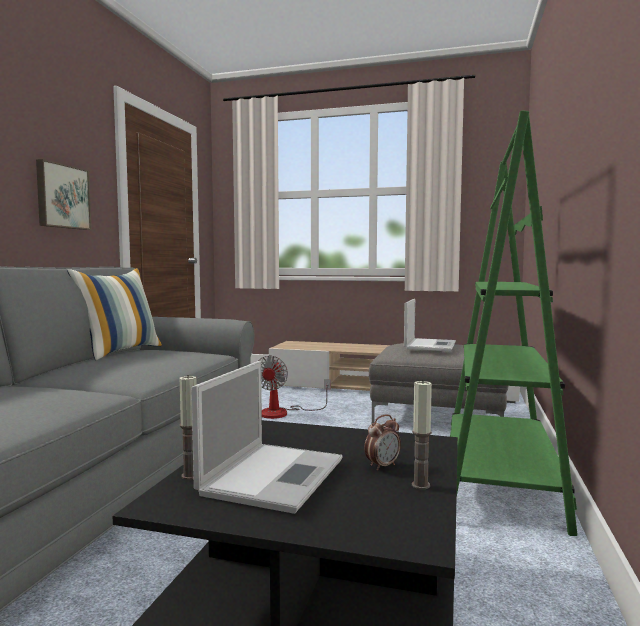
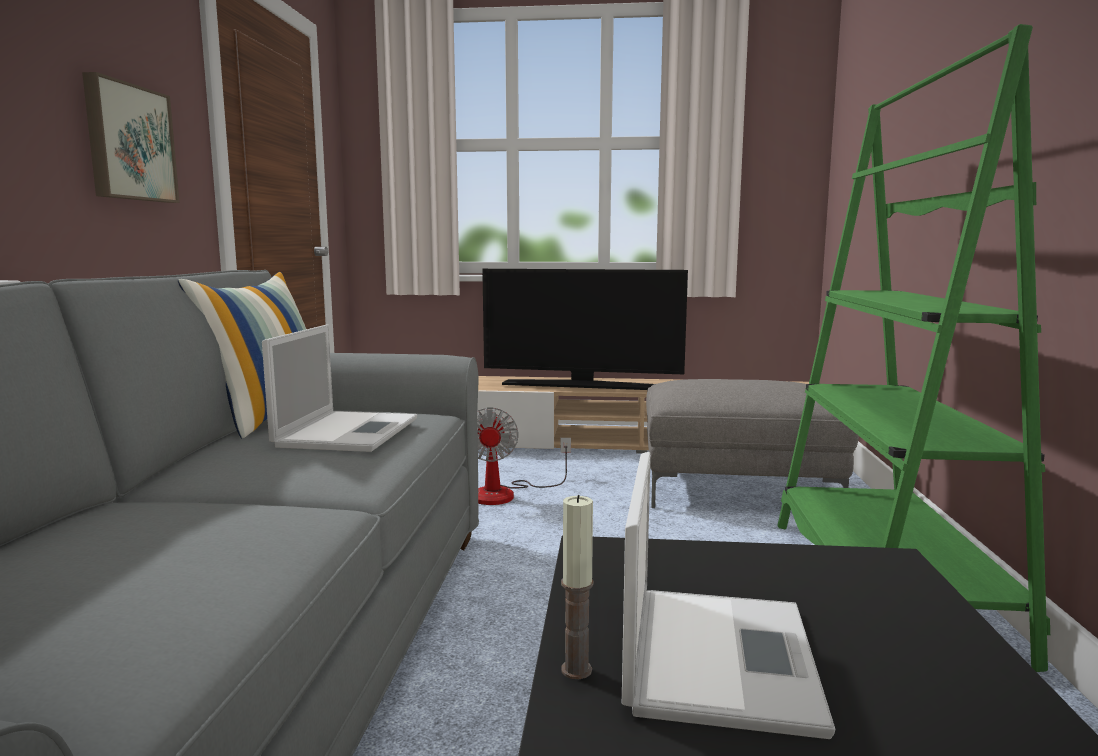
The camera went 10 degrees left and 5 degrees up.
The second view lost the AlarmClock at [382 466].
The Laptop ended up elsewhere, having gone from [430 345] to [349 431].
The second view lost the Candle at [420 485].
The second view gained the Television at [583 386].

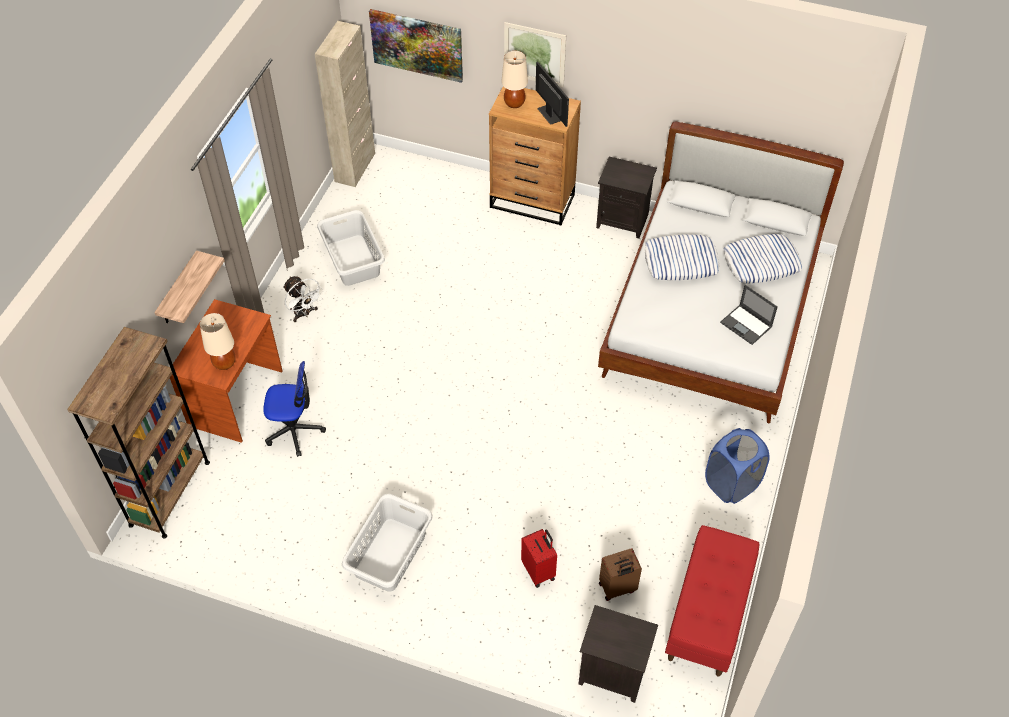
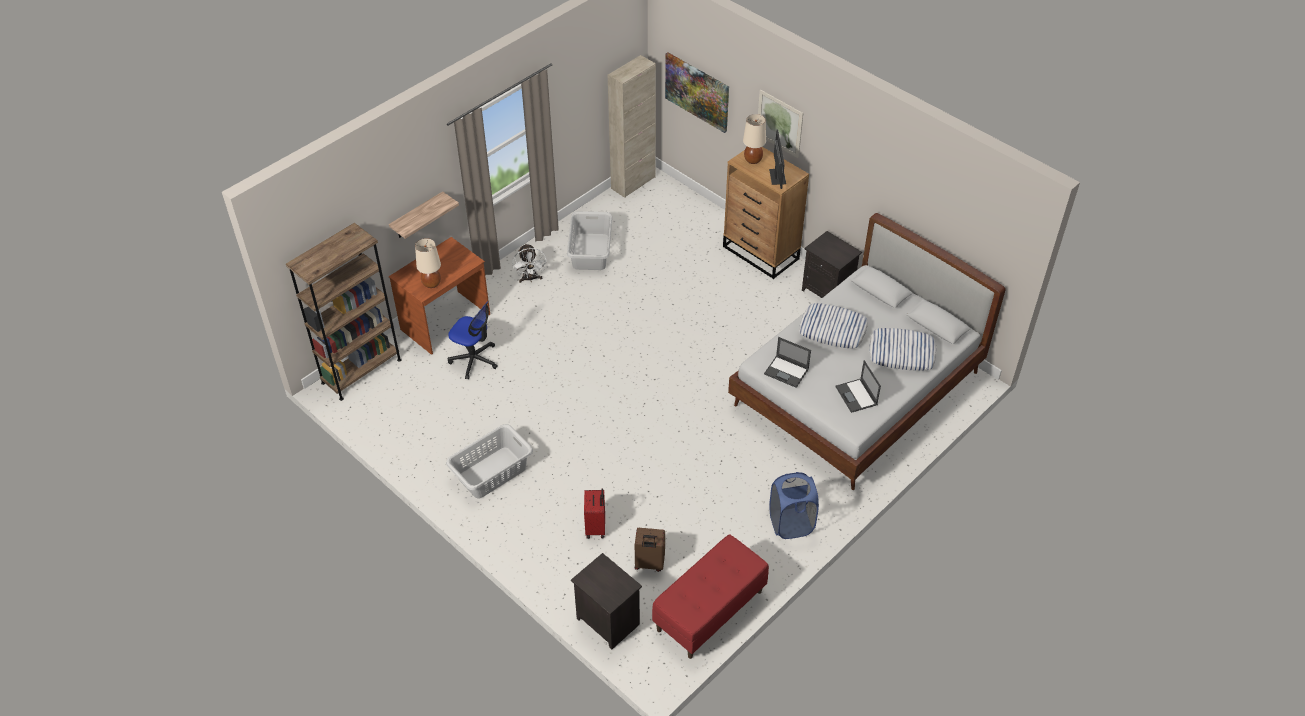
The camera went 25 degrees right and 5 degrees down.
The second view gained the Laptop at [787 371].

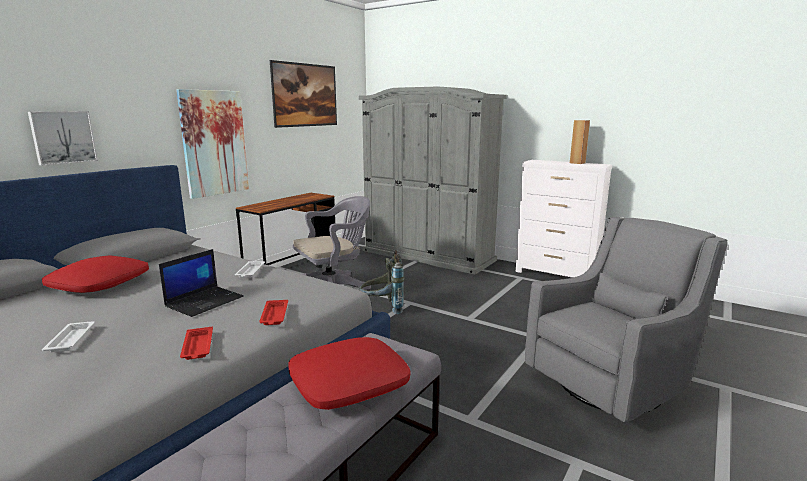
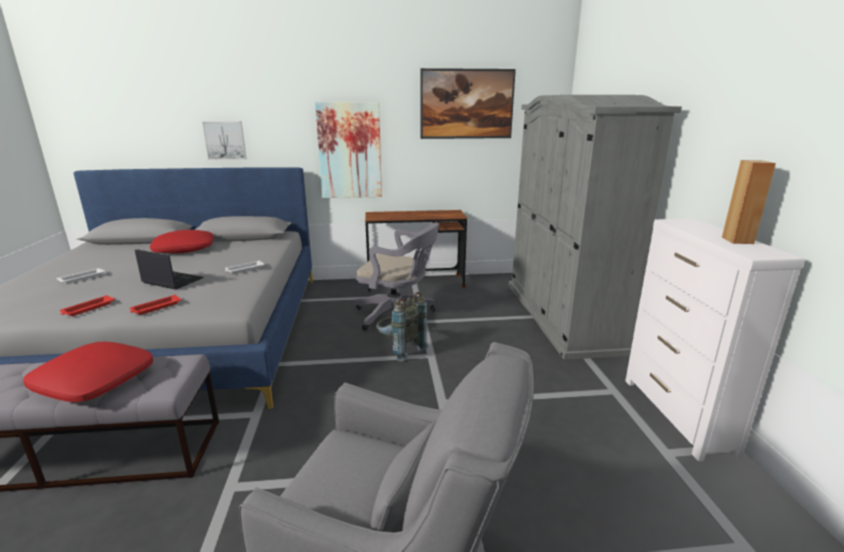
The camera went 50 degrees right and 5 degrees up.
The Laptop at [205 301] ended up facing another way, 150 degrees counterclockwise from before.

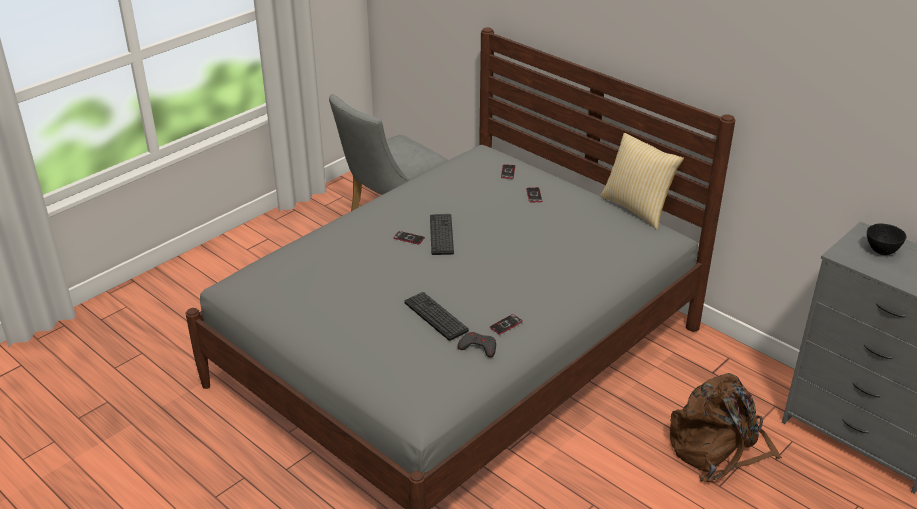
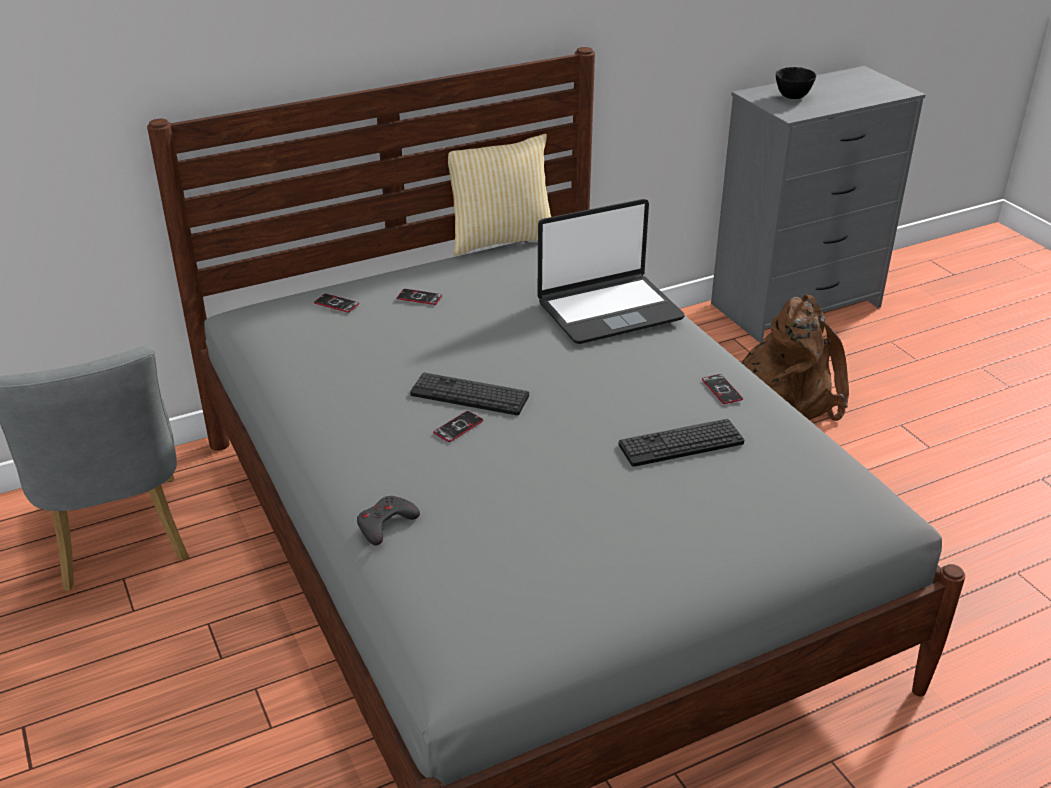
The camera went 70 degrees left and 0 degrees up.
The GreyGameController ended up elsewhere, having gone from [478 347] to [385 524].
The second view gained the Laptop at [608 310].

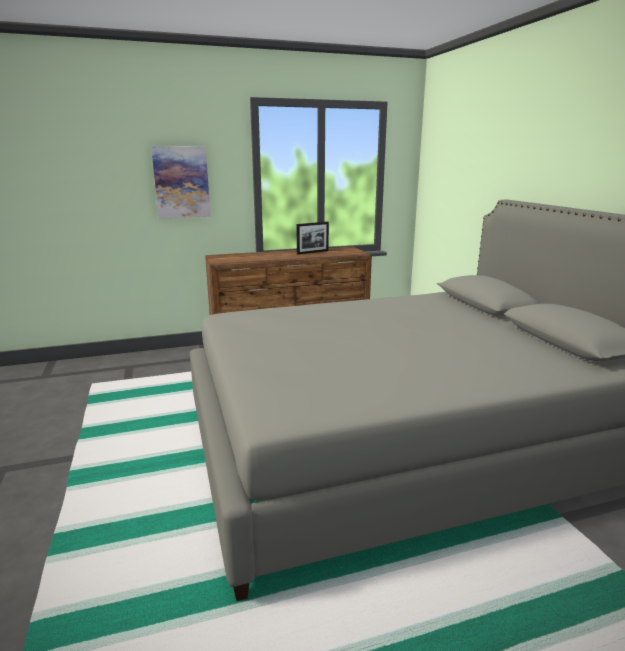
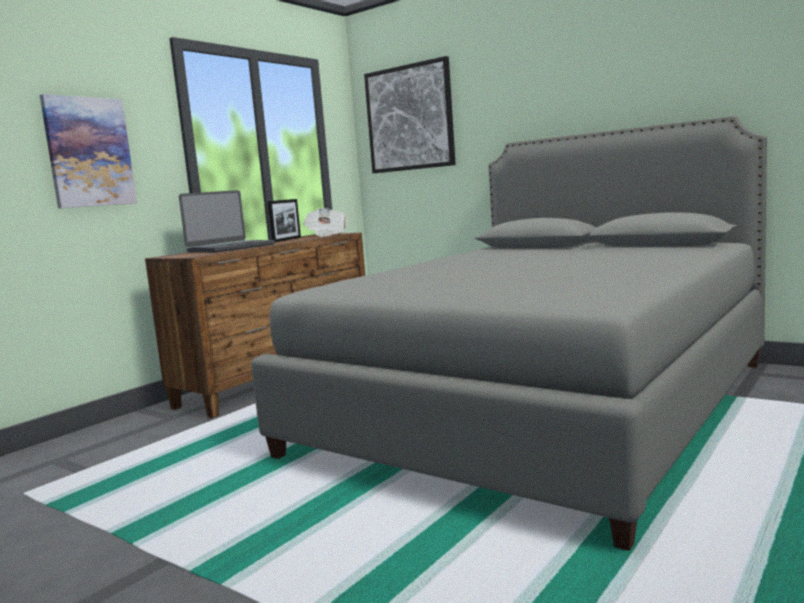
The camera went 35 degrees left and 10 degrees down.
The second view gained the Laptop at [230 248].
The second view gained the Newspaper at [326 235].
The second view gained the Picture at [409 118].

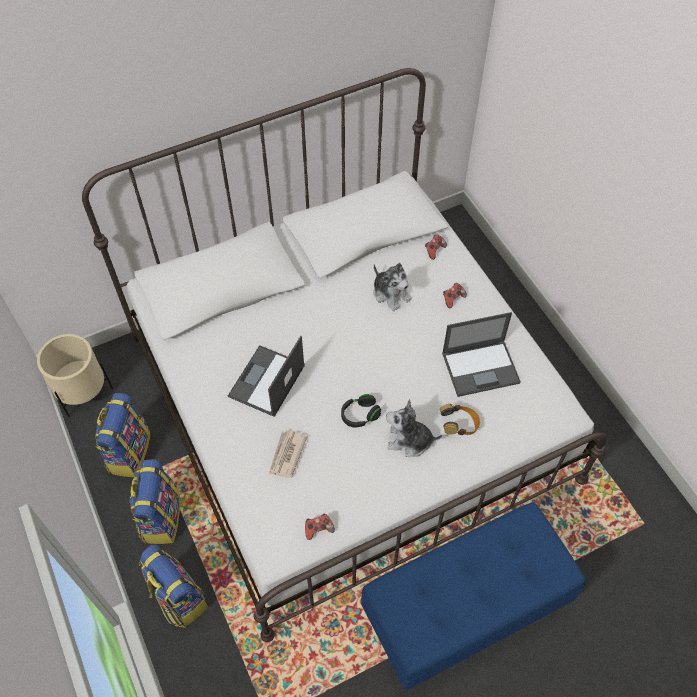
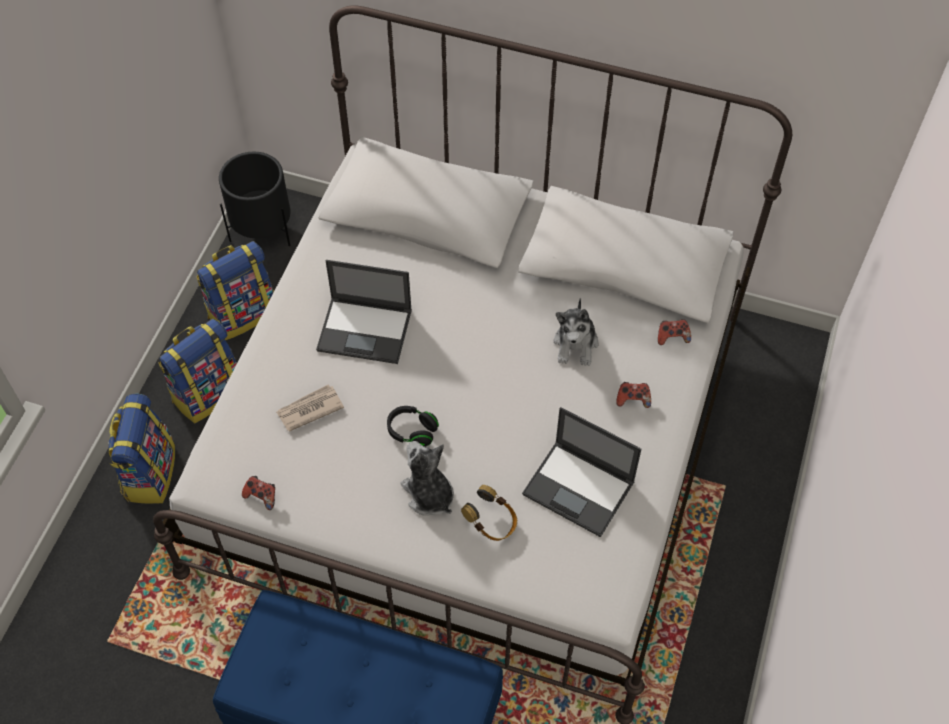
The camera went 45 degrees right and 0 degrees up.
What was the BeigePlanter at [83 392] turned into the BlackPlanter at [262 229].
The Laptop at [266 382] ended up facing another way, 150 degrees counterclockwise from before.

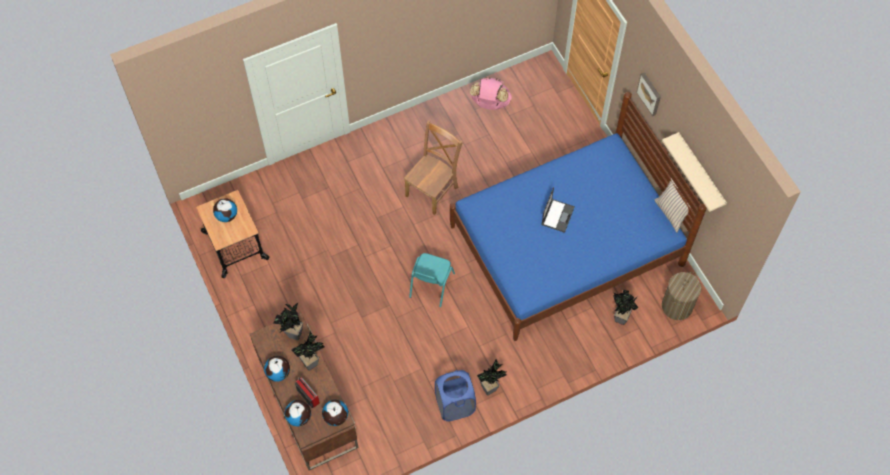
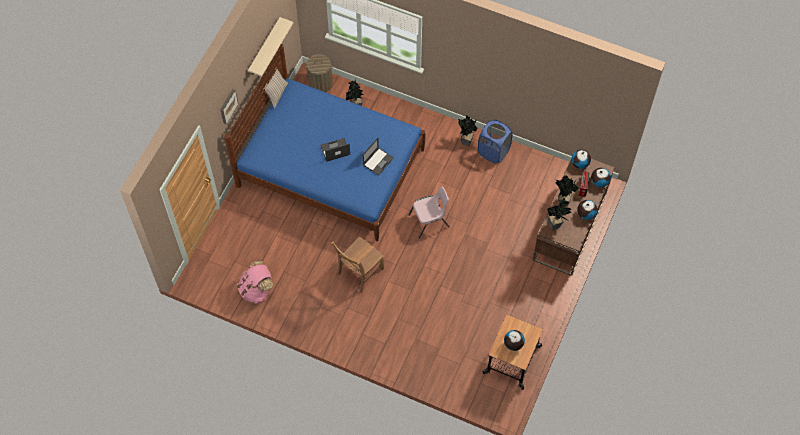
The camera went 130 degrees left and 0 degrees up.
The BrownChair at [433 190] ended up facing another way, 45 degrees counterclockwise from before.
What was the TurquoiseChair at [431 285] turned into the PinkChair at [429 221].
The second view gained the Laptop at [378 161].

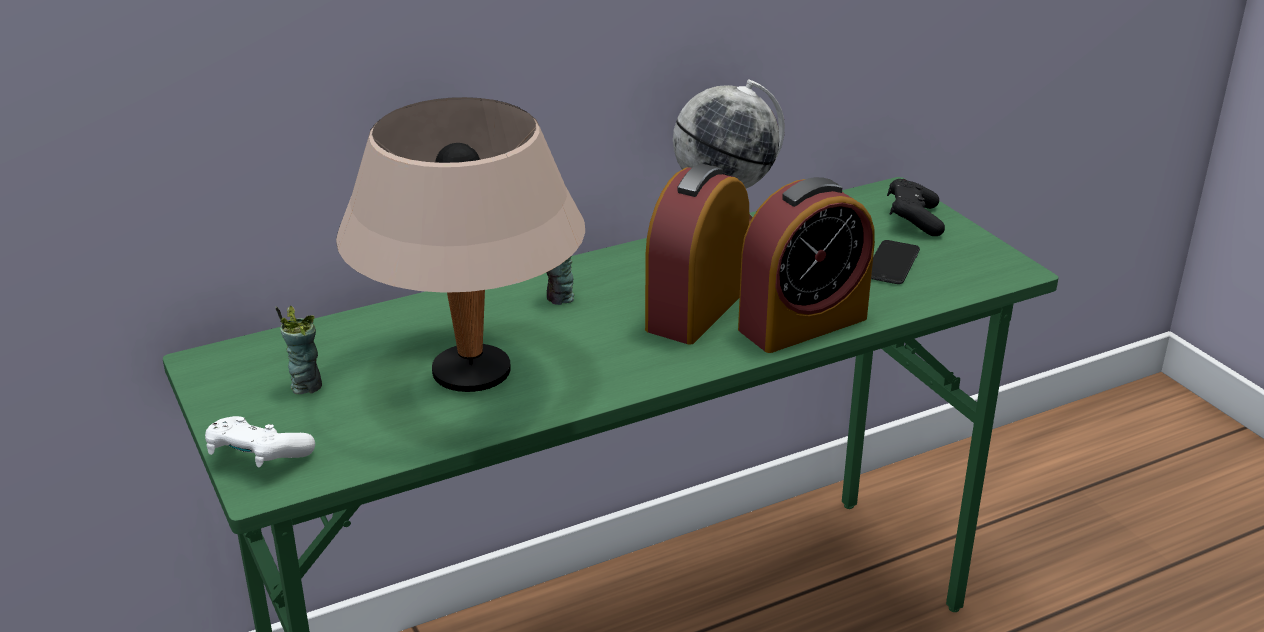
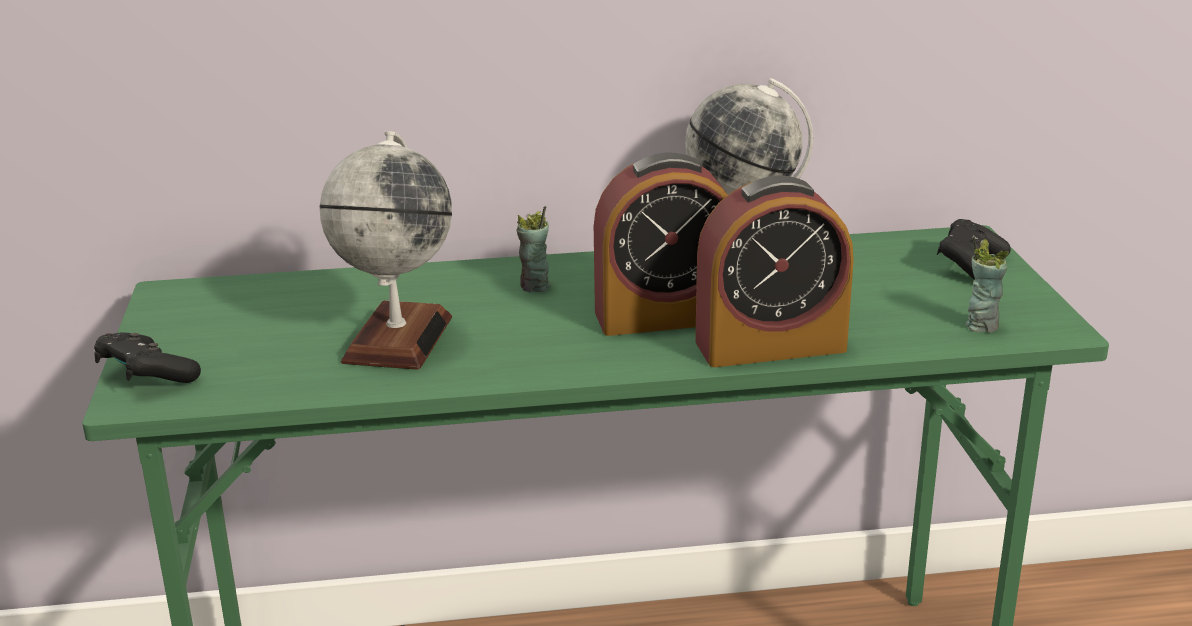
The camera went 20 degrees right and 5 degrees down.
What was the WhiteGameController at [258 458] turned into the BlackGameController at [146 377].
The Cup ended up elsewhere, having gone from [306 385] to [981 325].
Where the BeigeTableLamp stood at [473 374], the Globe came to stand at [398 339].
The AlarmClock at [696 309] ended up facing another way, 150 degrees counterclockwise from before.
The second view lost the Phone at [892 263].

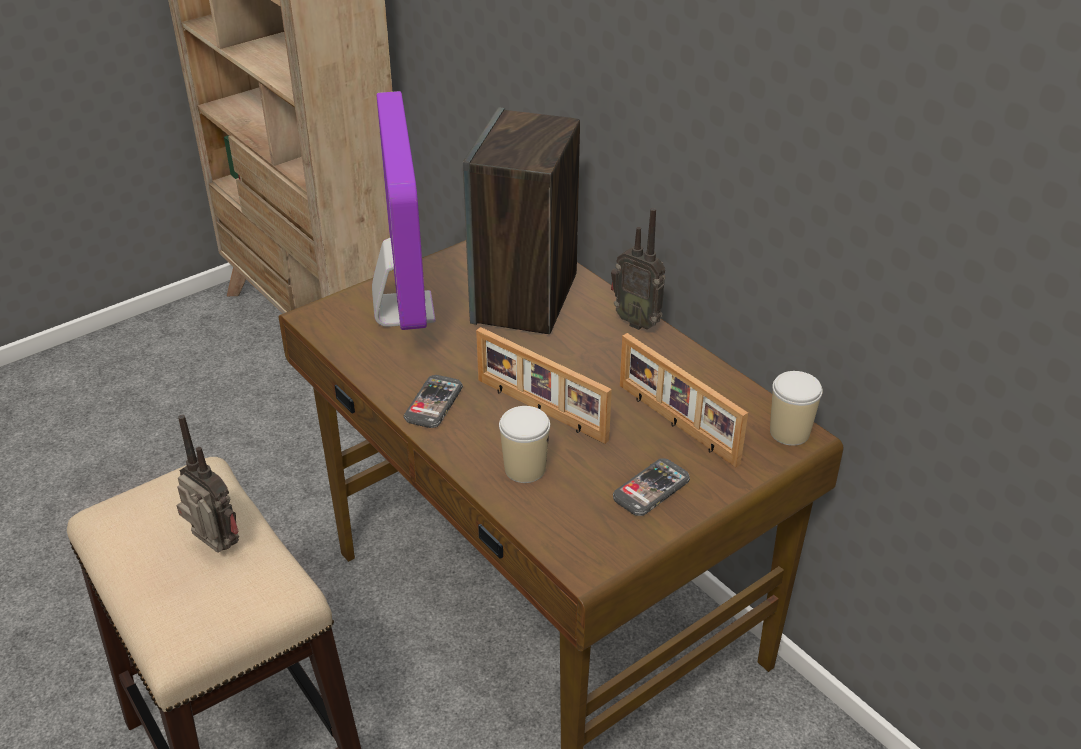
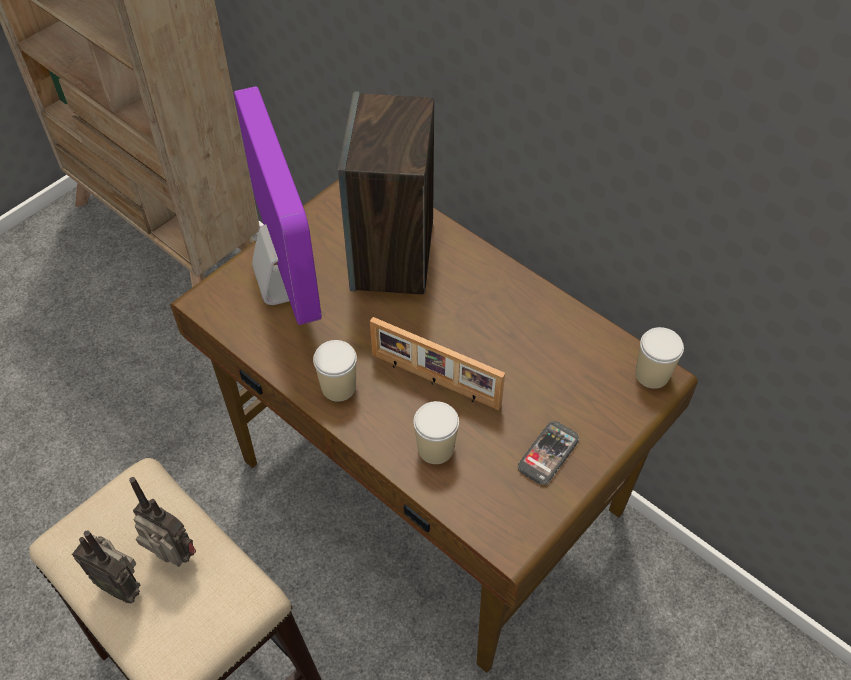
The camera went 10 degrees left and 15 degrees up.
Where the Phone stood at [433 403], the Cup came to stand at [338 387].
The Radio ended up elsewhere, having gone from [637 321] to [121 585].
The second view lost the PictureFrame at [675 424].

